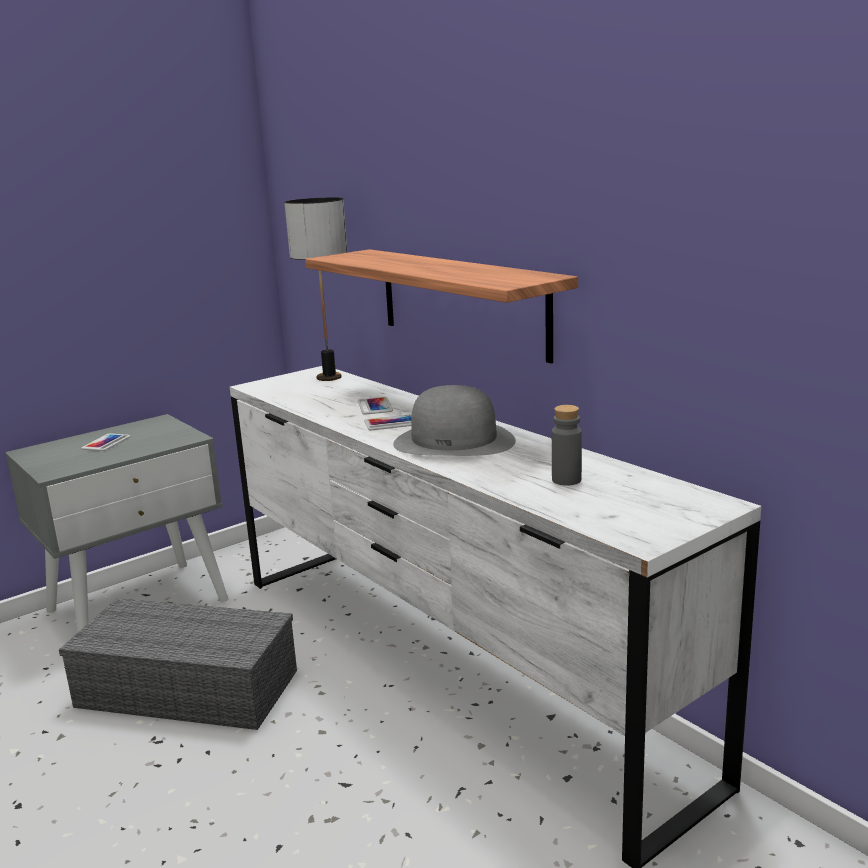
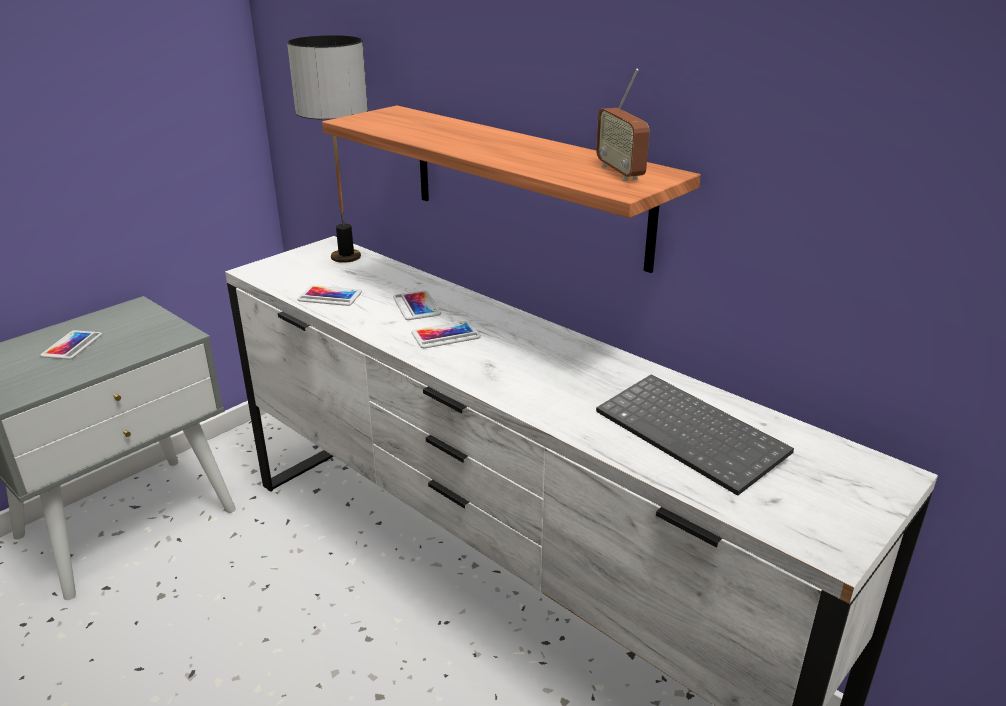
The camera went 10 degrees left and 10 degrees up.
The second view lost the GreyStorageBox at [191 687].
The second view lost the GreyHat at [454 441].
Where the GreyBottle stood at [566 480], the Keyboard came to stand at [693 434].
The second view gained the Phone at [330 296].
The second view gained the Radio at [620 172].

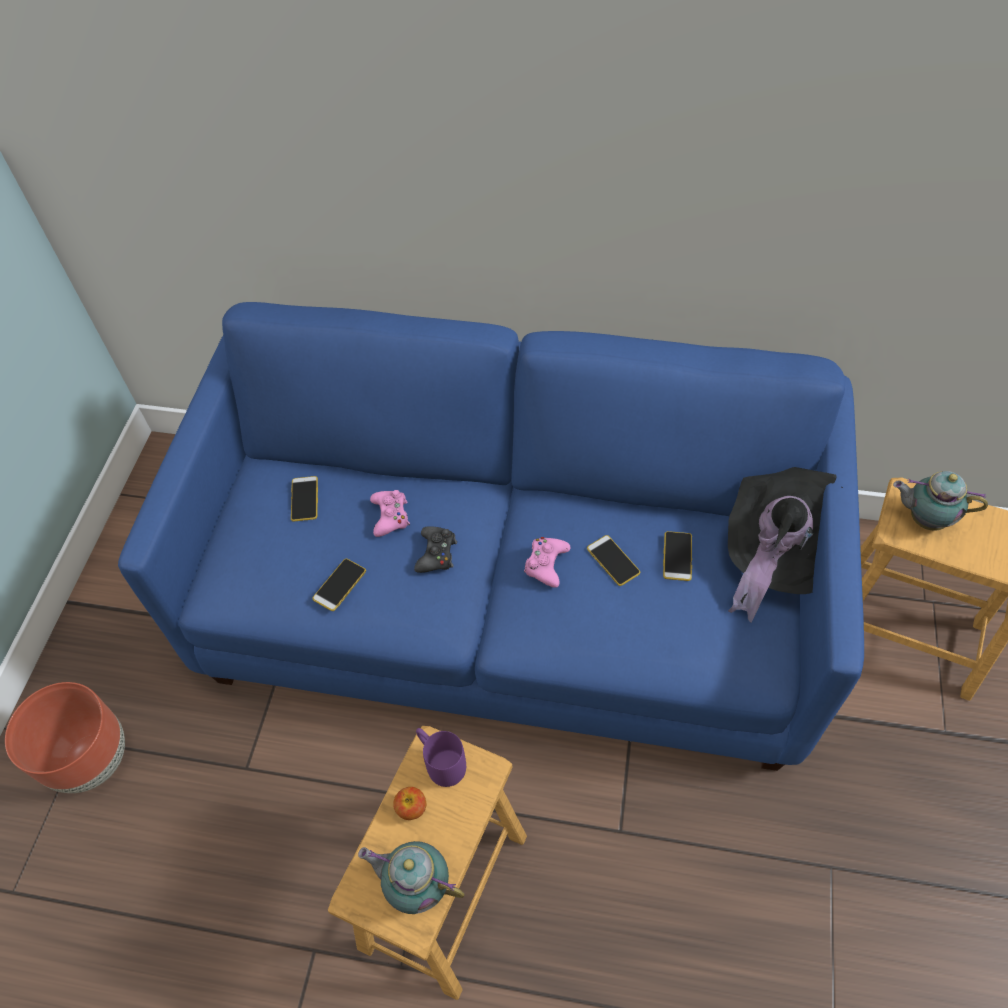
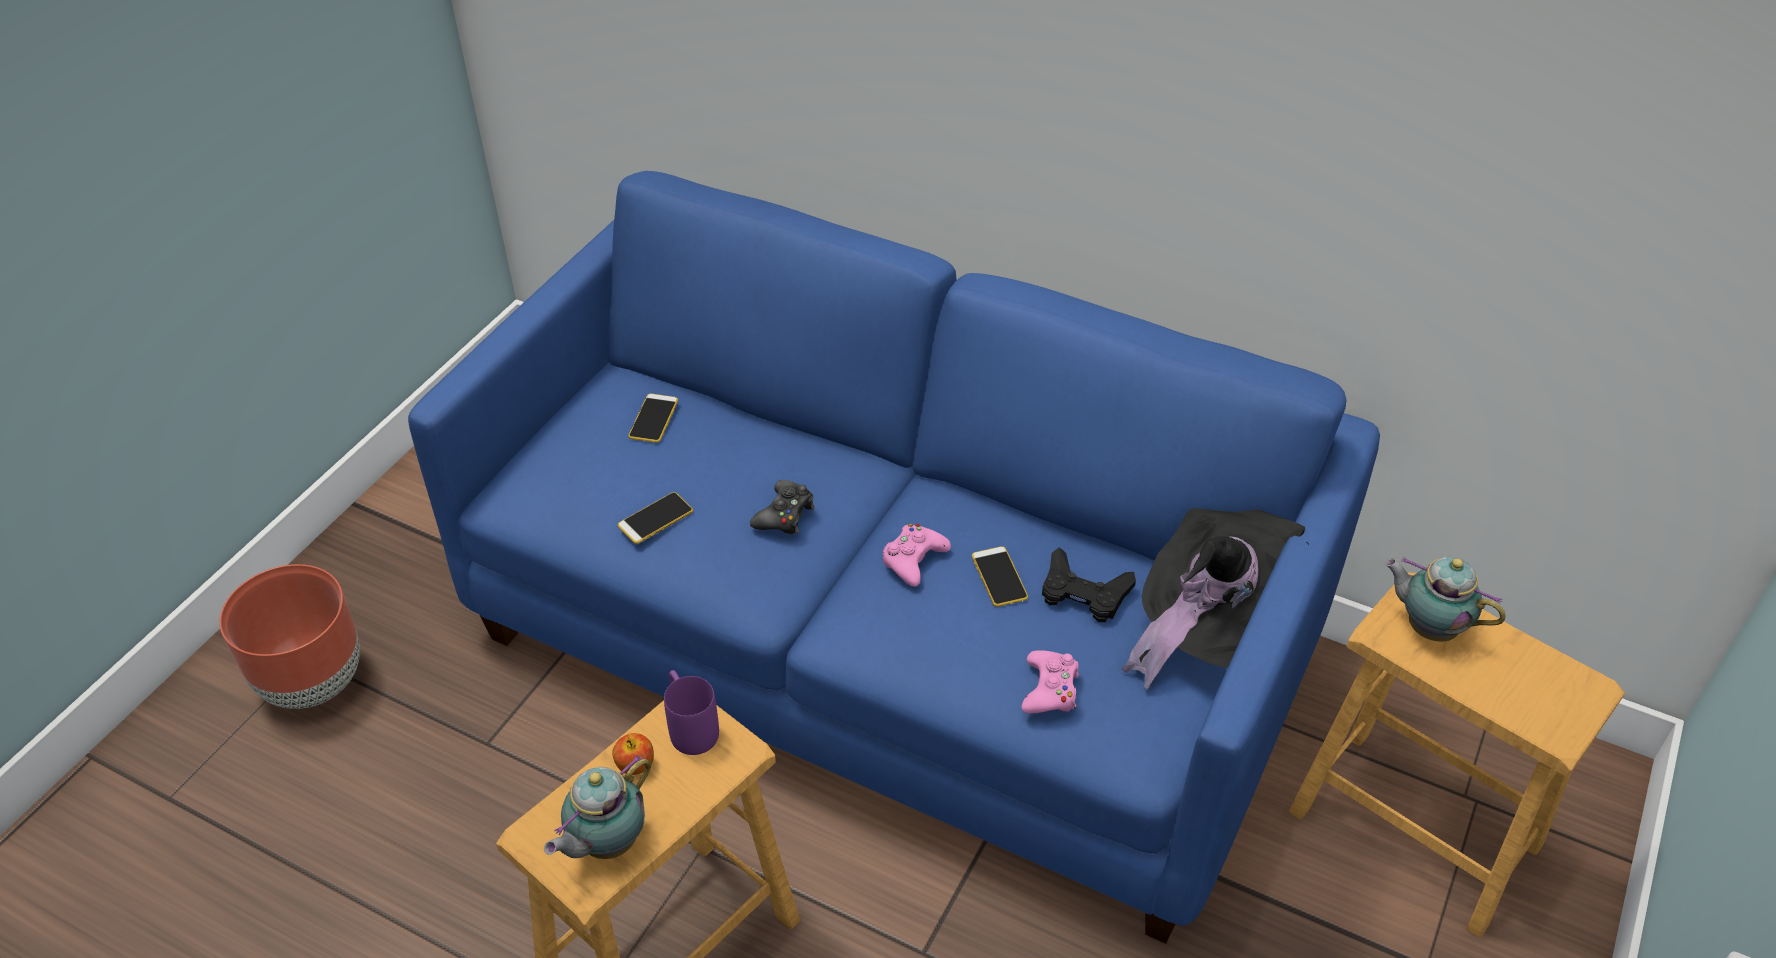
The camera went 15 degrees right and 10 degrees down.
The Teapot at [416 884] ended up facing another way, 90 degrees counterclockwise from before.
The PinkGameController ended up elsewhere, having gone from [390 516] to [1050 689].
Where the Phone stood at [677 556], the BlackGameController came to stand at [1084 593].

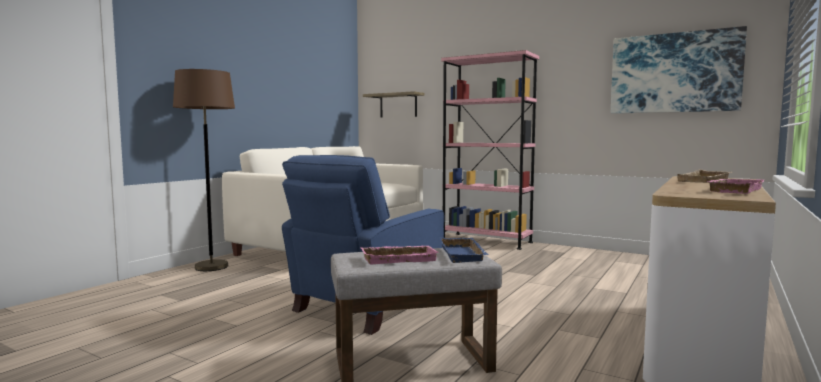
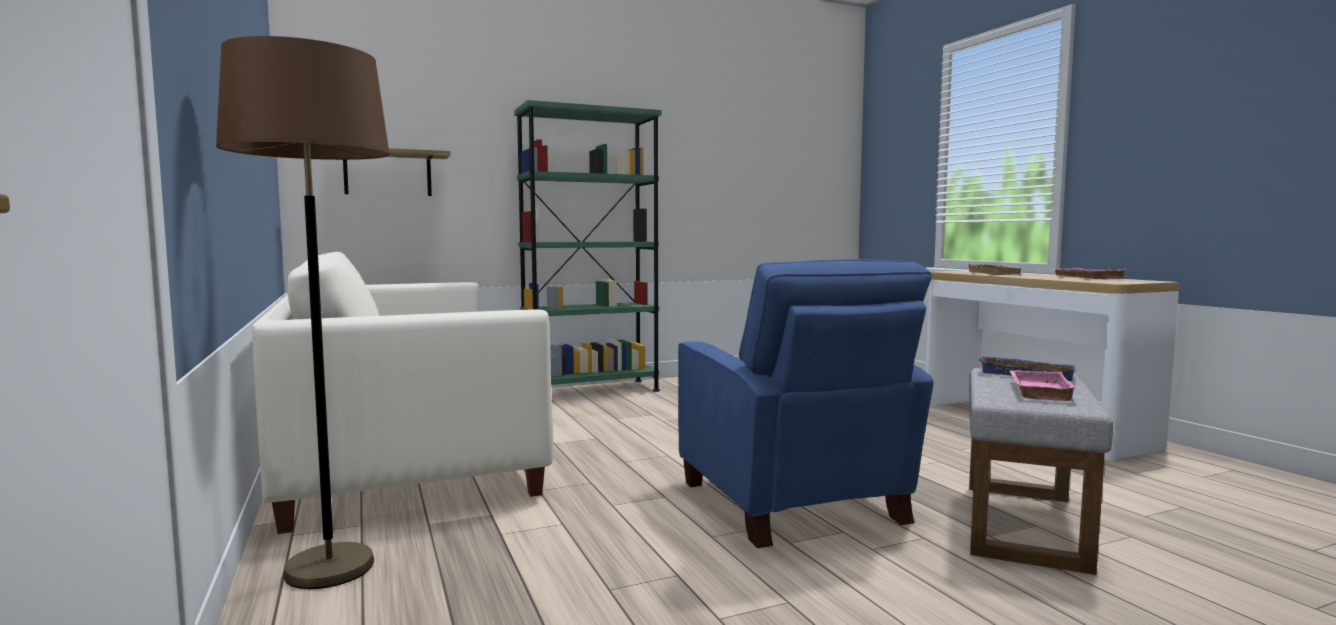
The camera went 55 degrees left and 0 degrees up.
What was the PinkBookcase at [486 241] turned into the GreenBookcase at [591 391].
The second view lost the Picture at [674 73].

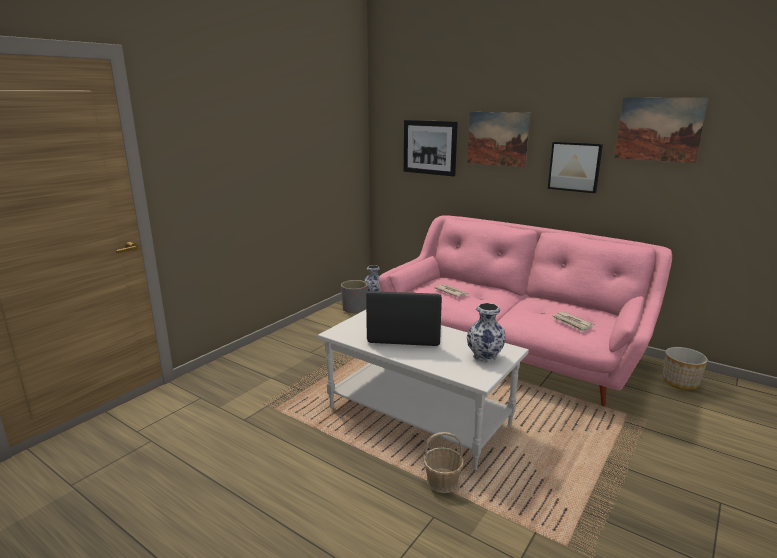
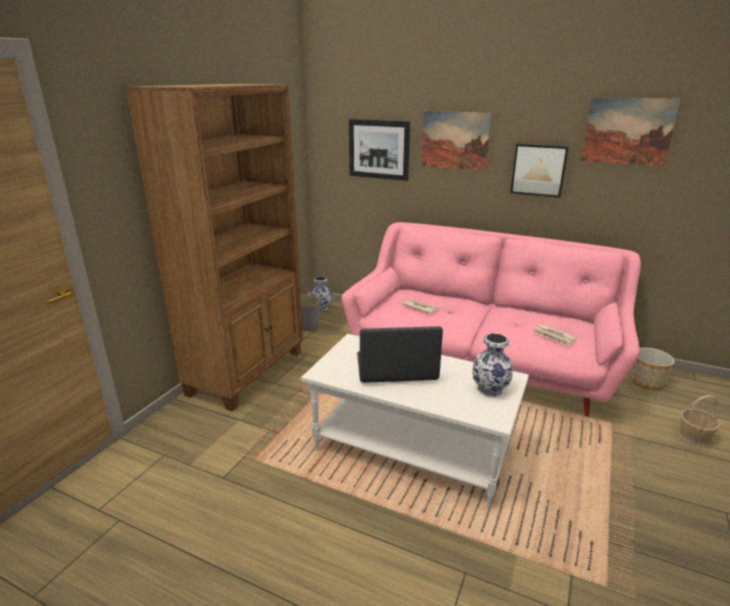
The camera went 10 degrees left and 5 degrees up.
The Basket ended up elsewhere, having gone from [442 481] to [694 437].
The second view gained the BrownBookcase at [248 372].

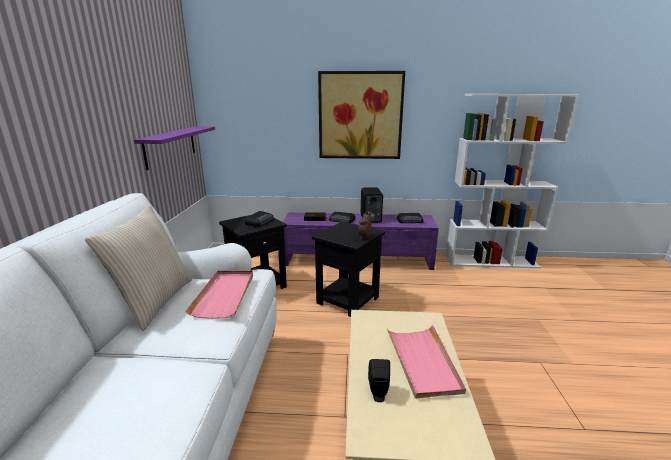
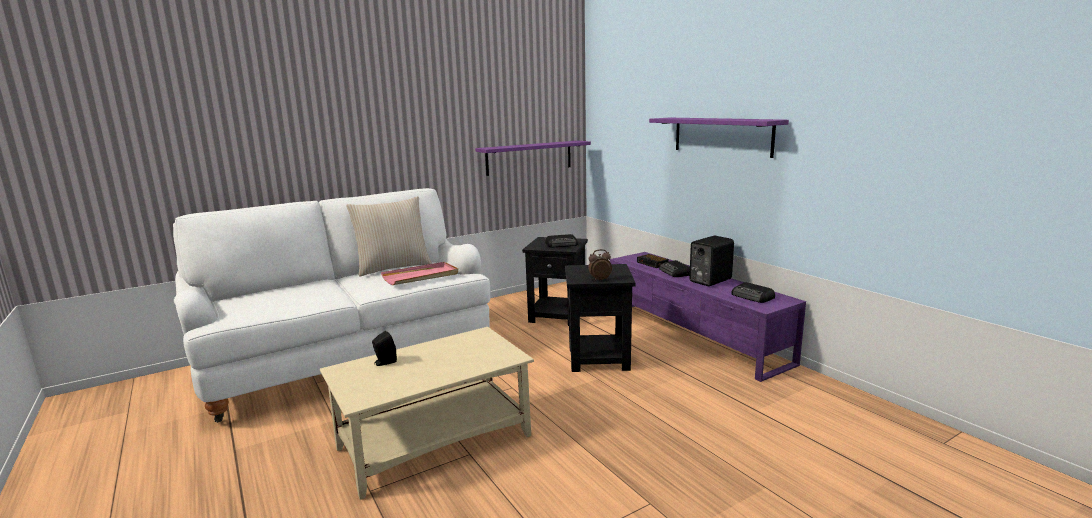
The camera went 55 degrees right and 5 degrees down.
Where the Picture hung at [360 116], the PurpleShelf came to hang at [721 136].
The second view lost the PinkTray at [422 362].
The second view lost the WhiteBookcase at [491 261].

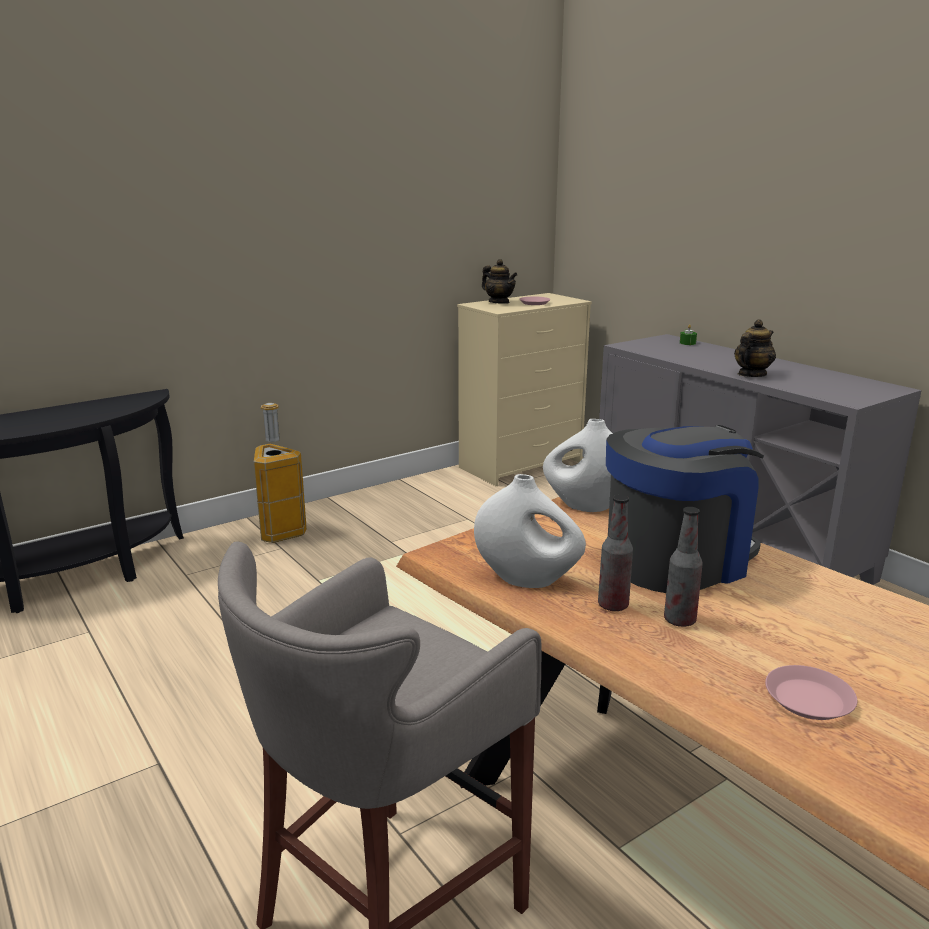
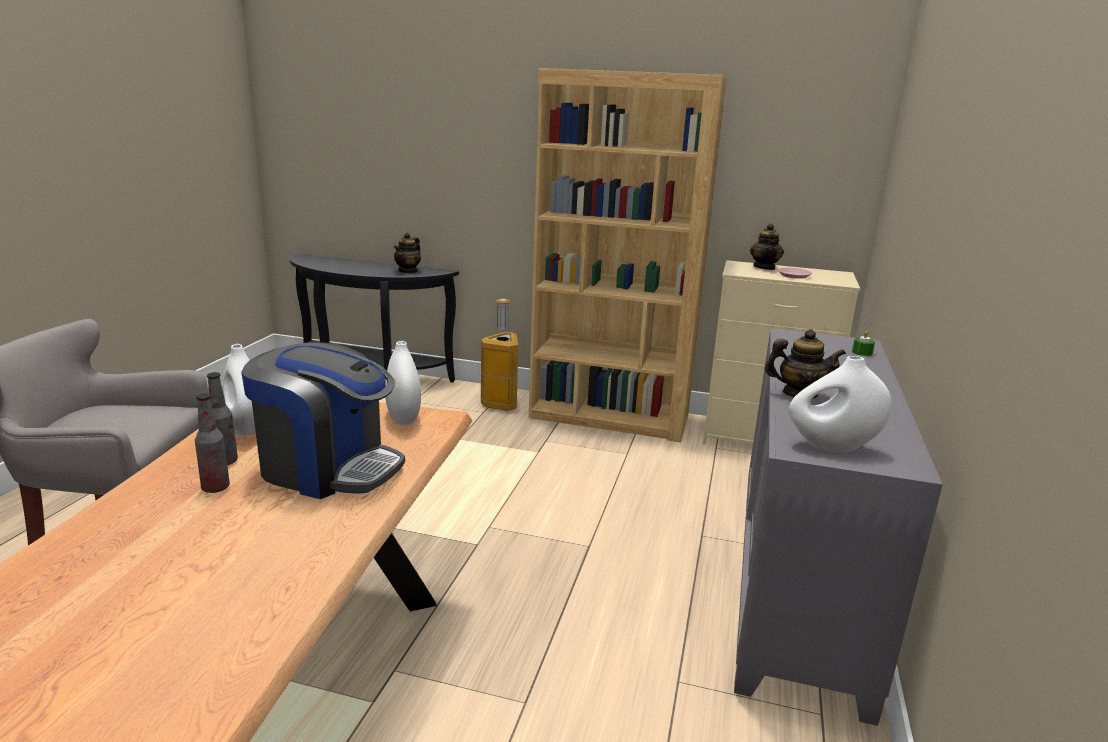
The camera went 50 degrees right and 0 degrees up.
The second view lost the PinkPlate at [809 699].
The second view gained the Teapot at [408 271].
The second view gained the BrownBookcase at [610 417].
The second view gained the WhiteVase at [832 447].

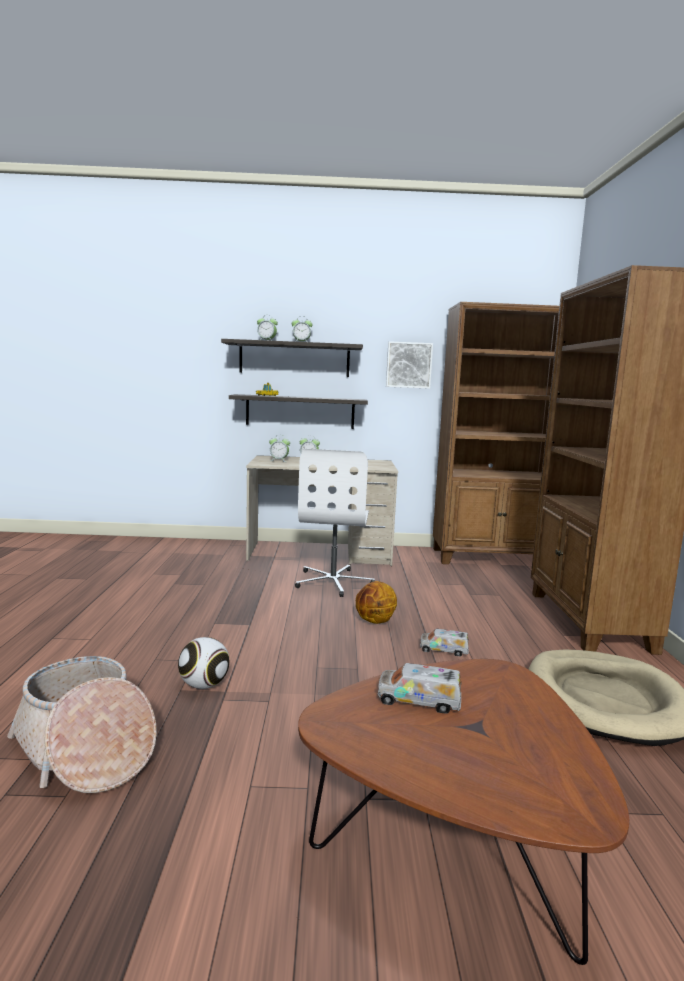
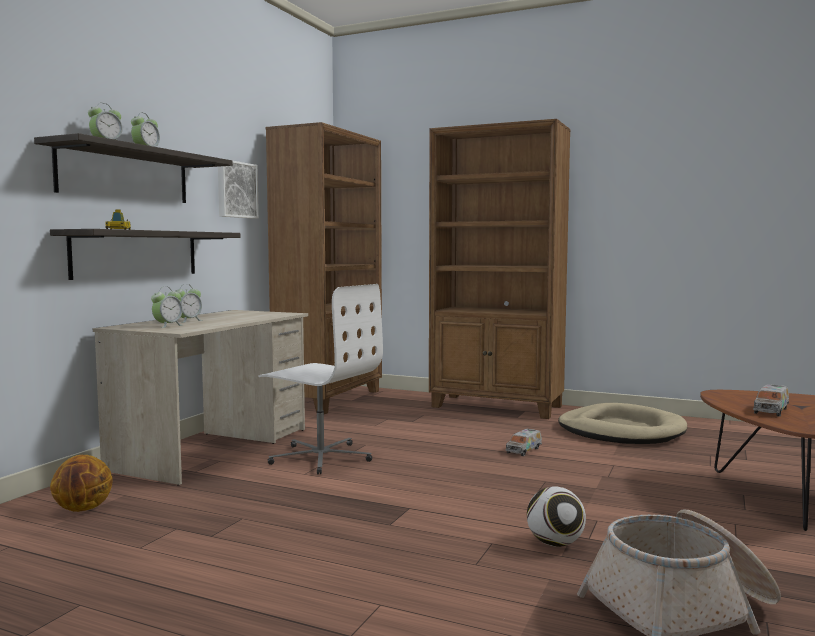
The camera went 65 degrees left and 5 degrees down.
The Basketball ended up elsewhere, having gone from [375 621] to [83 509].

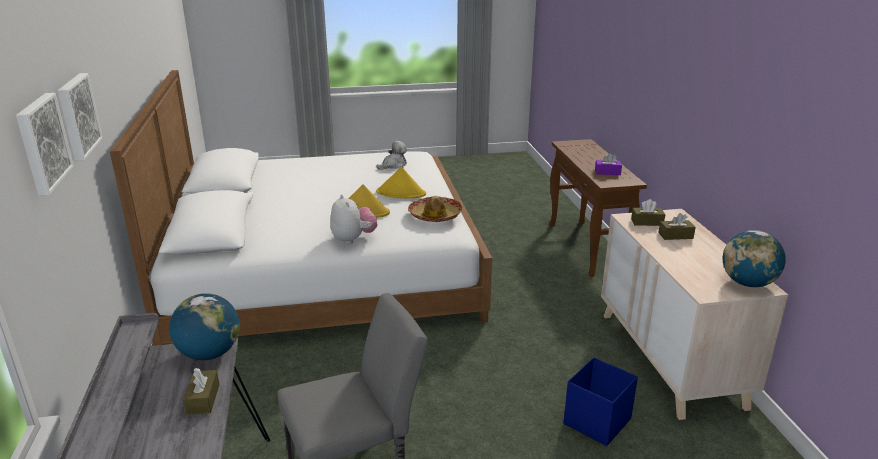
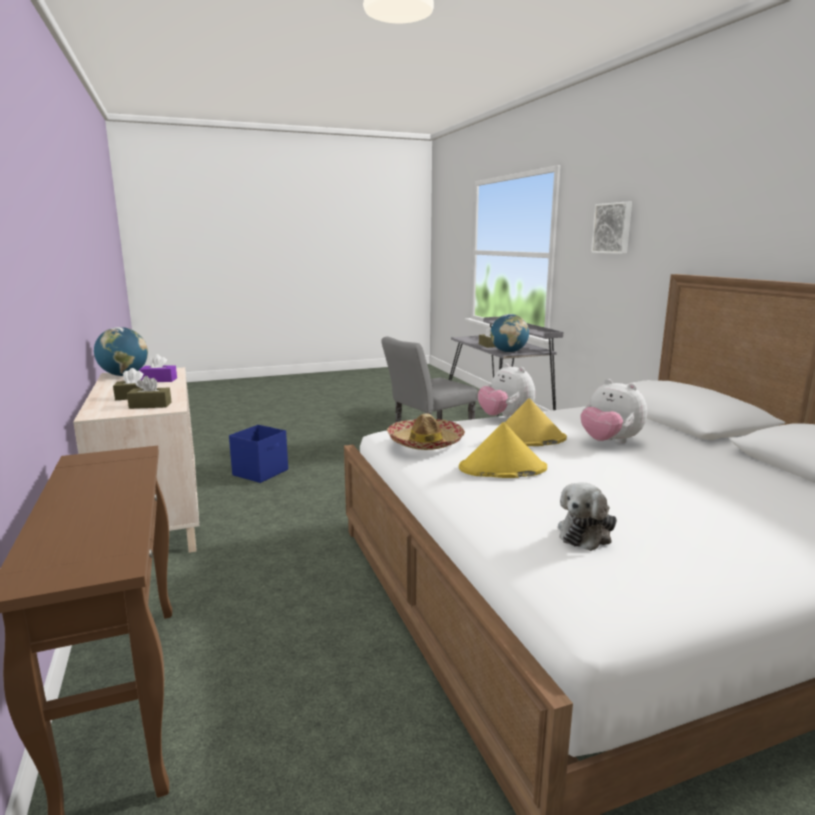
The camera went 170 degrees right and 10 degrees down.
The second view lost the Picture at [77 116].
The PurpleTissueBox ended up elsewhere, having gone from [607 172] to [159 380].
The second view gained the PlushToy at [609 442].

